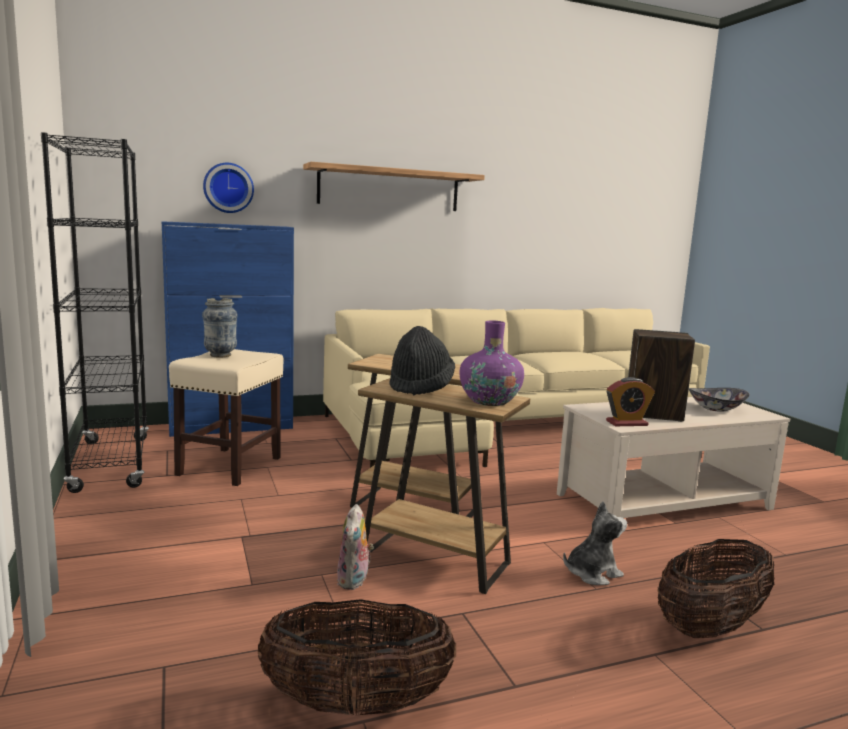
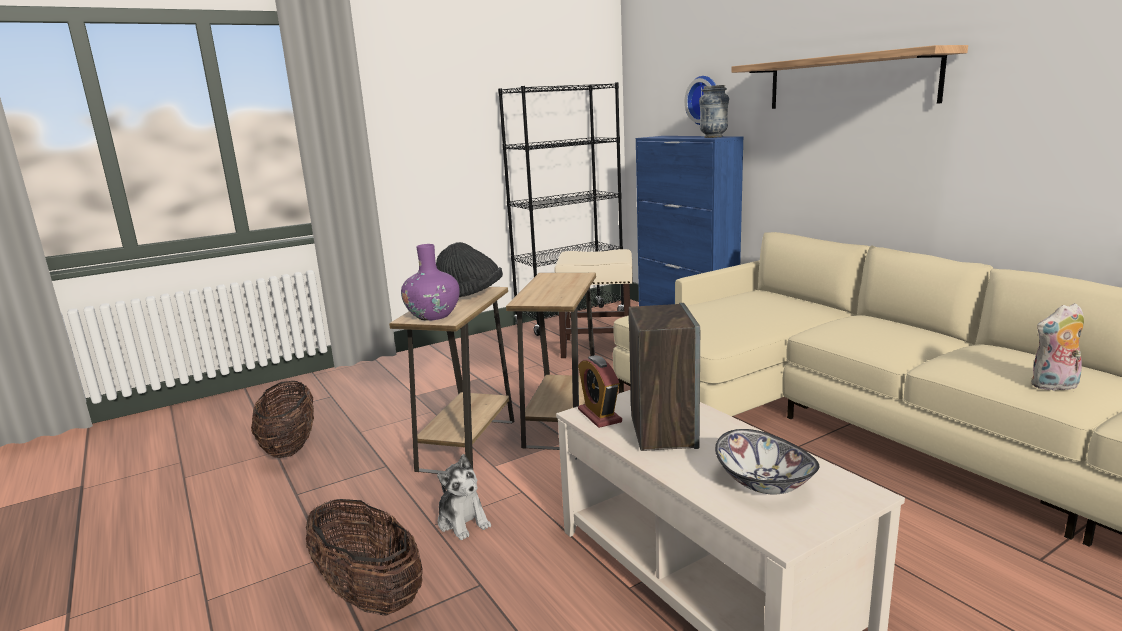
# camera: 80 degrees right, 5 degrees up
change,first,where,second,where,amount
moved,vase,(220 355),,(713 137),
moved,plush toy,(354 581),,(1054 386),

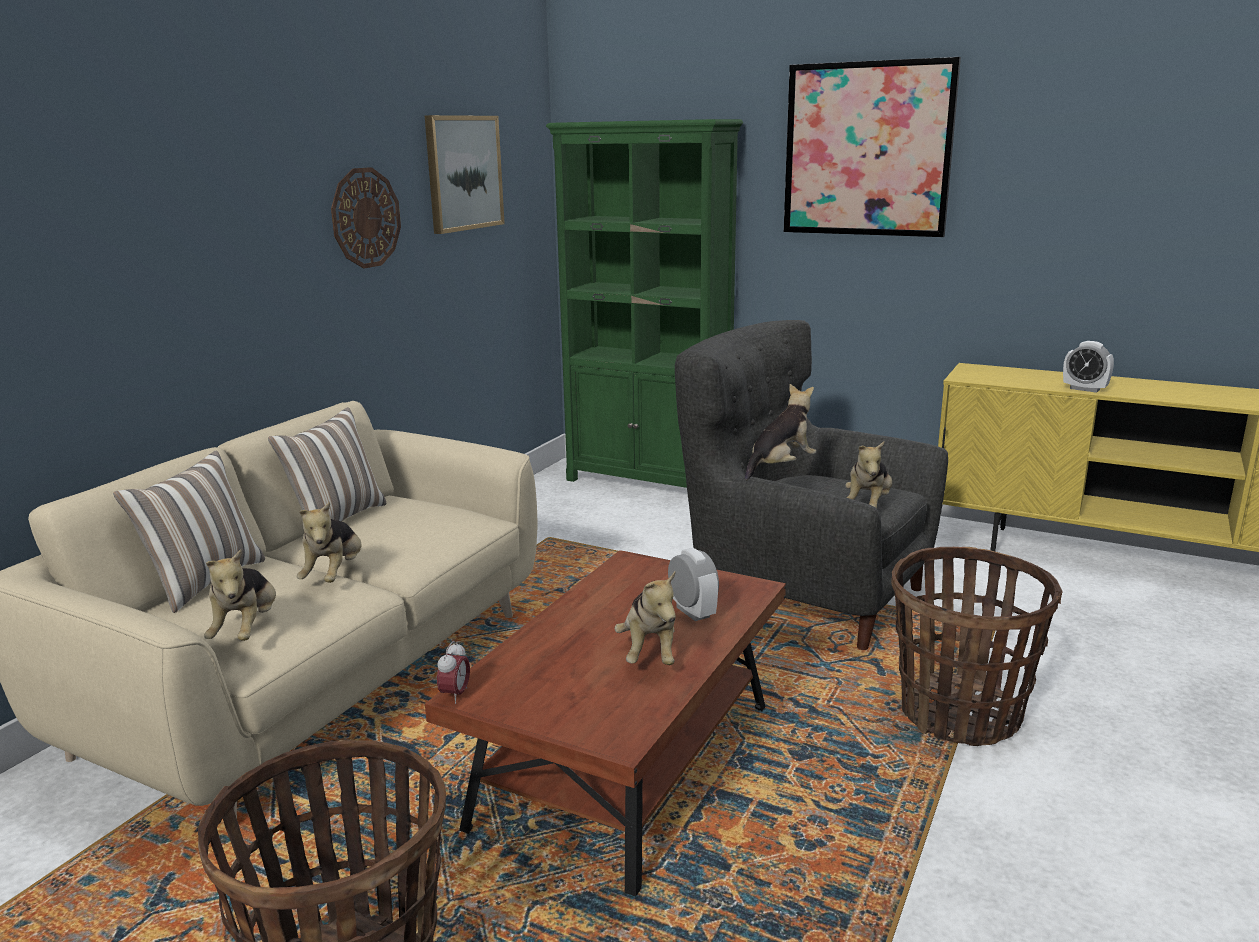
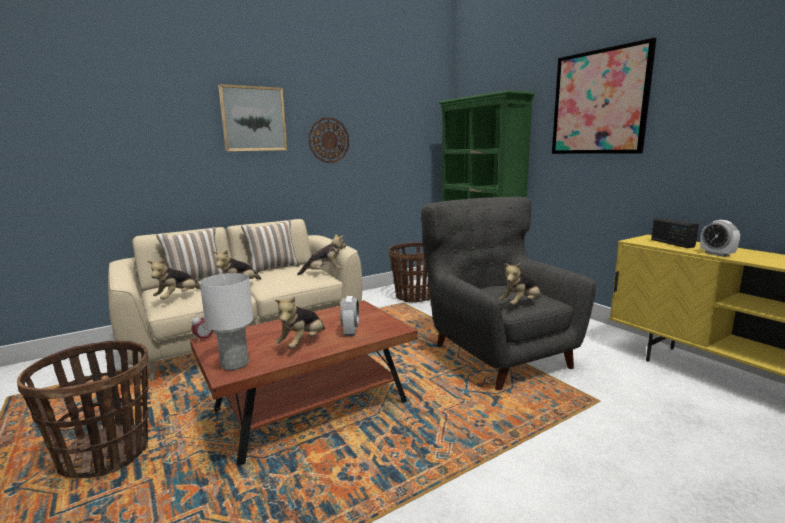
# camera: 30 degrees right, 5 degrees down
change,first,where,second,where,amount
moved,picture,(463 173),,(253 119),
moved,plush toy,(780 467),,(324 273),
moved,basket,(960 715),,(414 296),
added,,,radio,(671 243),
added,,,table lamp (white),(235 363),

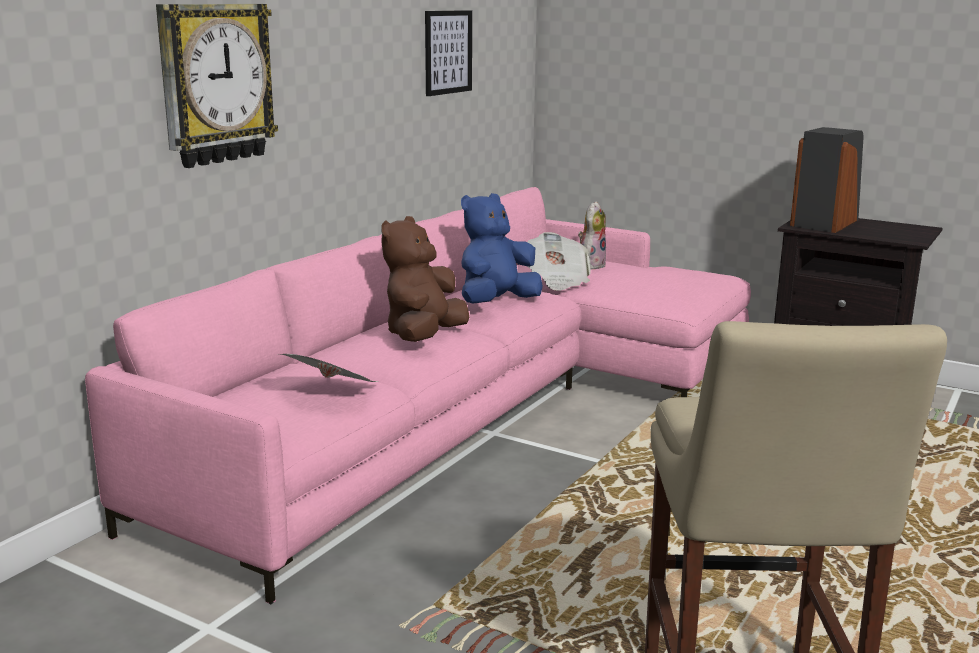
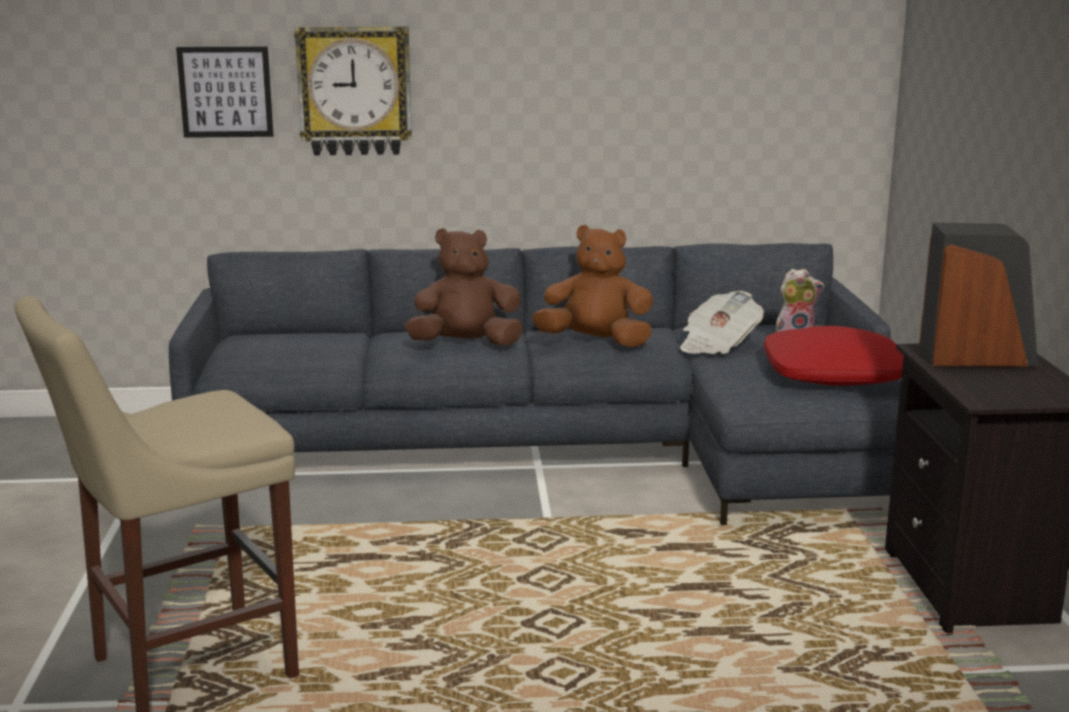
# camera: 55 degrees right, 0 degrees up
change,first,where,second,where,amount
moved,picture,(448 52),,(225 92),
recoloured,sofa (pink),(477 412),sofa (grey),(570 449),
recoloured,plush toy (blue),(496 303),plush toy (brown),(595 342),
removed,newspaper,(332 394),,,
added,,,pillow (red),(833 374),

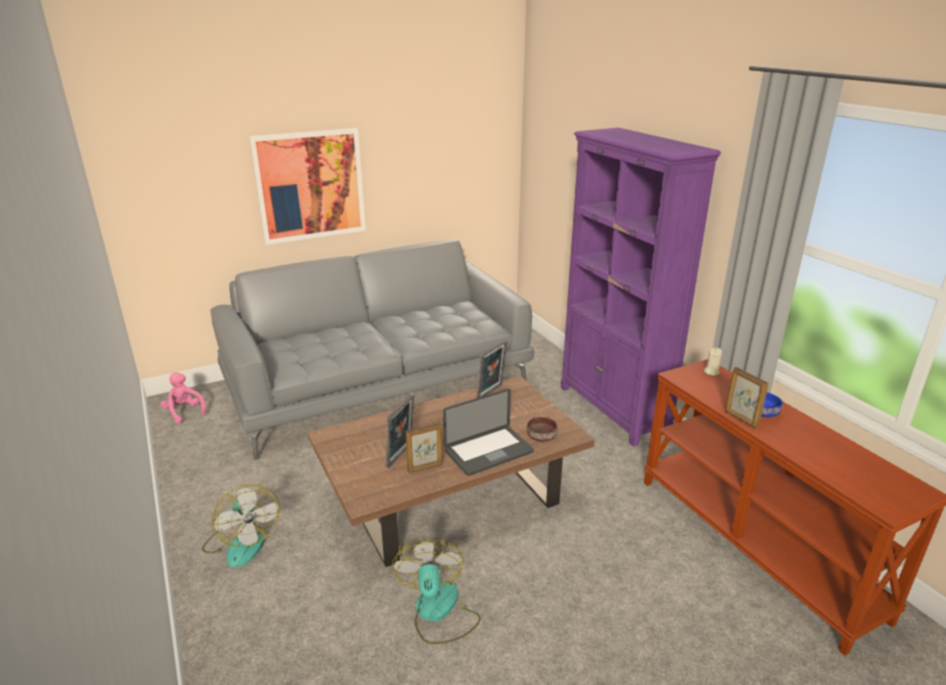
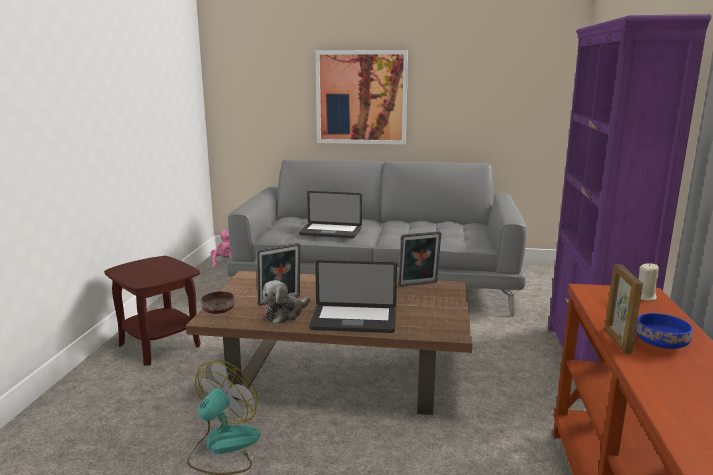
# camera: 35 degrees right, 10 degrees down
change,first,where,second,where,amount
moved,bowl (brown),(541 437),,(218 311),
replaced,picture frame,(425 468),plush toy,(285 314),
replaced,fan,(242 542),side table (brown),(160 345),
added,,,laptop,(330 232),

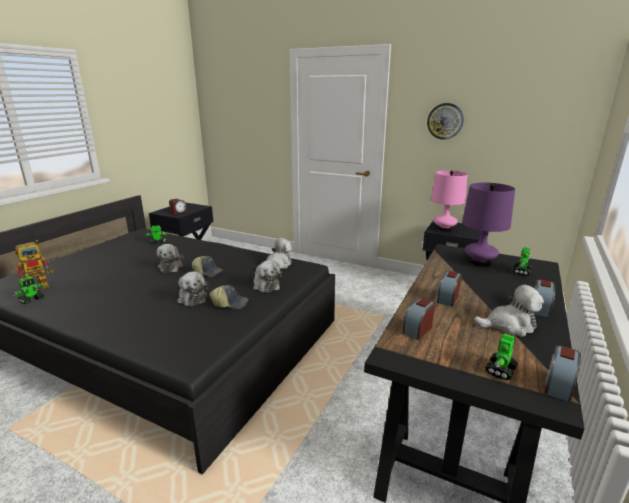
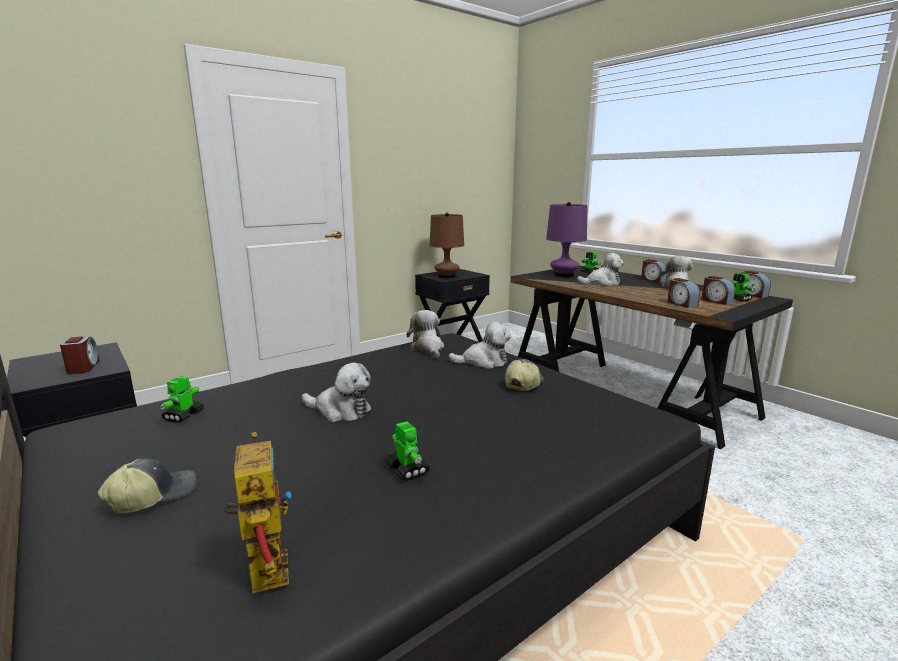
# camera: 65 degrees left, 5 degrees down
change,first,where,second,where,amount
removed,wall clock,(445 121),,,
recoloured,table lamp (pink),(444 229),table lamp (brown),(446 276),
moved,cap,(208 272),,(153 495),
moved,plush toy,(192 297),,(602 283),
moved,alarm clock,(447 298),,(716 301),
moved,toy robot,(32 300),,(407 470),

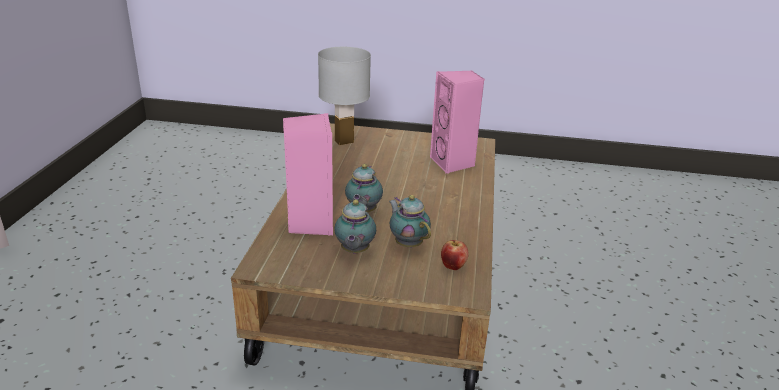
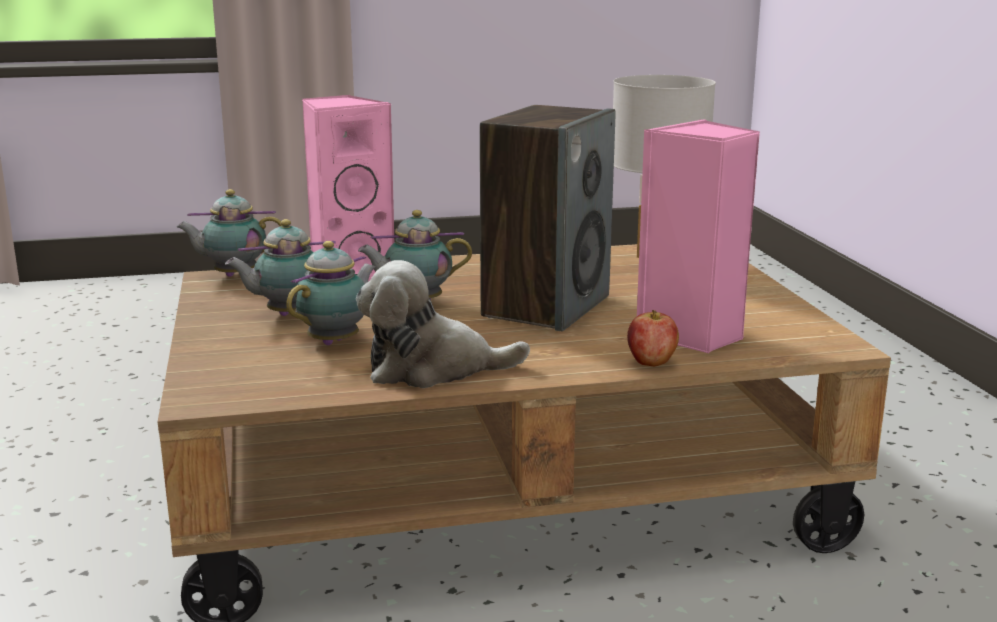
# camera: 70 degrees right, 10 degrees down
change,first,where,second,where,amount
moved,apple,(453 266),,(651 363),
added,,,speaker,(546 306),
added,,,teapot,(233 276),
added,,,plush toy,(432 369),

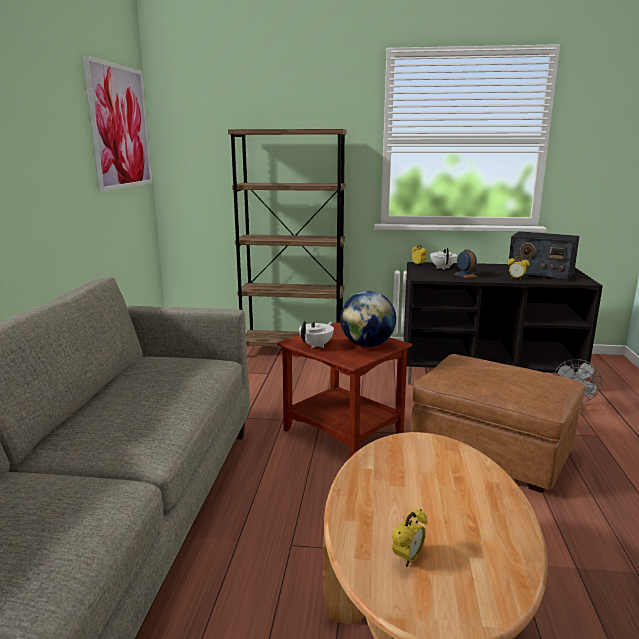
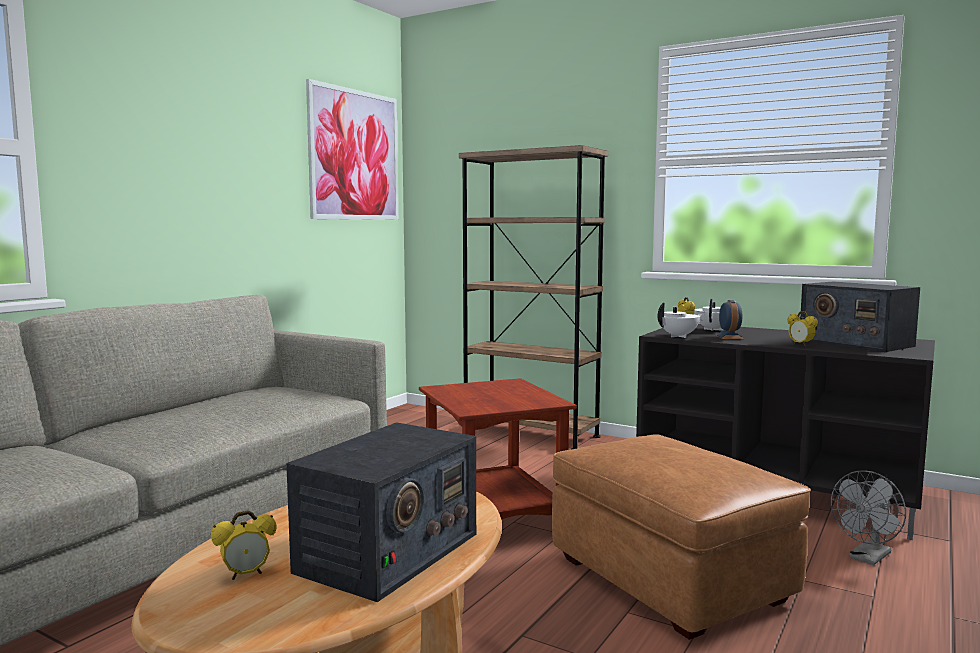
# camera: 25 degrees right, 10 degrees down
change,first,where,second,where,amount
removed,globe,(367 345),,,
moved,teapot (white),(317 345),,(679 336),
added,,,radio,(388 553),

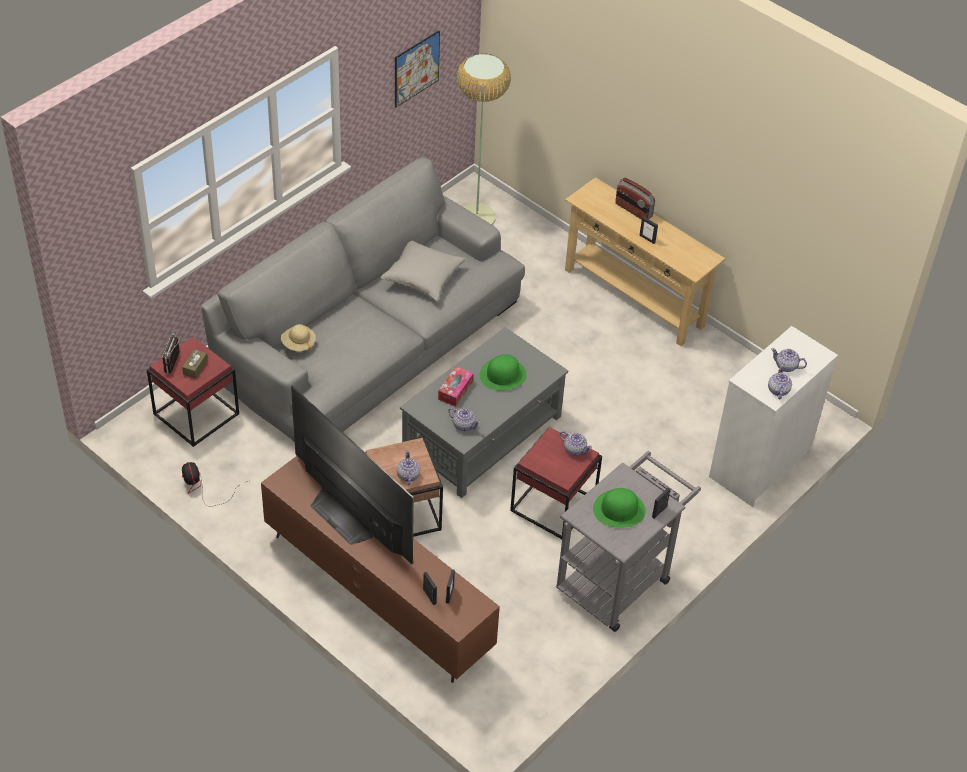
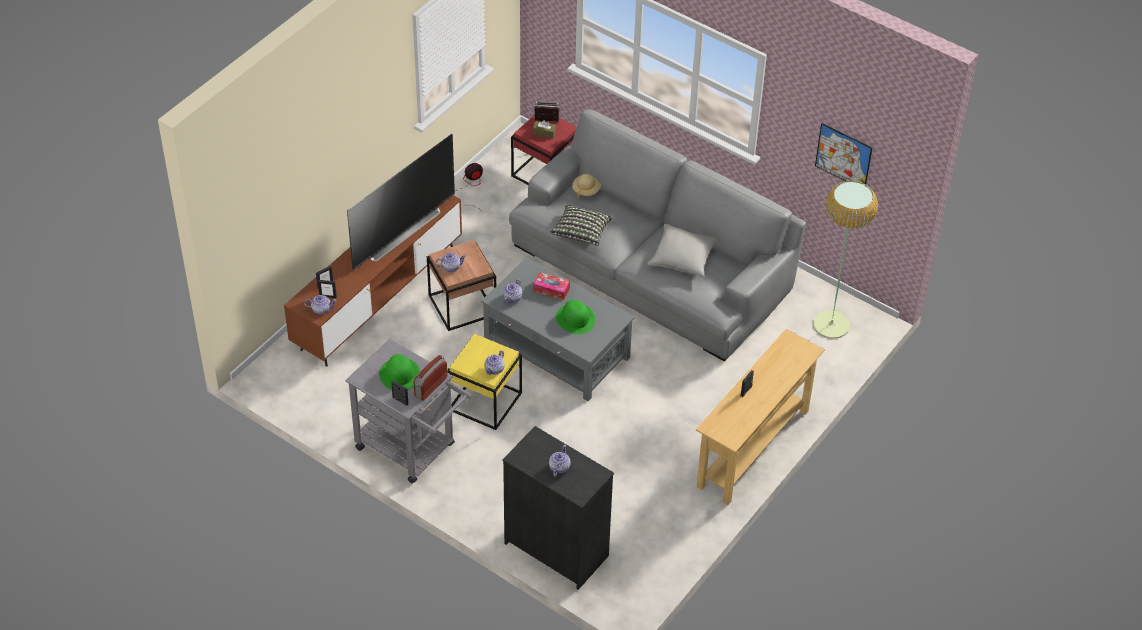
# camera: 85 degrees right, 0 degrees up
change,first,where,second,where,amount
moved,radio,(633 210),,(430 386),
recoloured,dresser (white),(759 464),dresser (black),(557 549),
moved,teapot,(778 390),,(321 309),
recoloured,side table (red),(554 505),side table (yellow),(485 402),
added,,,pillow,(581 233),

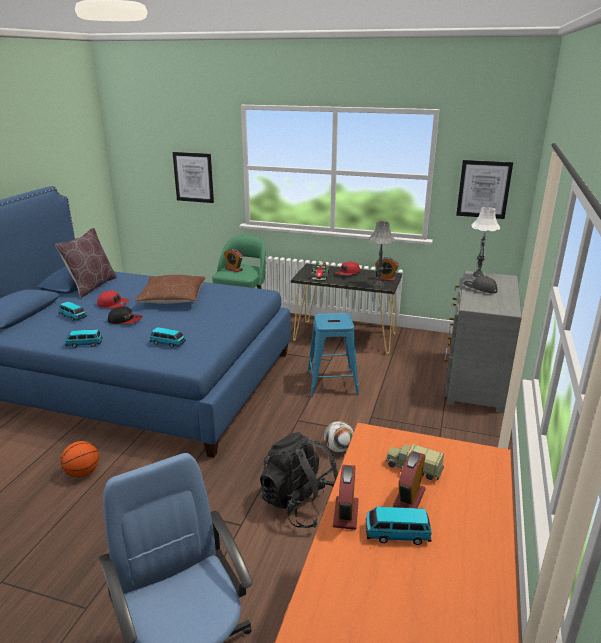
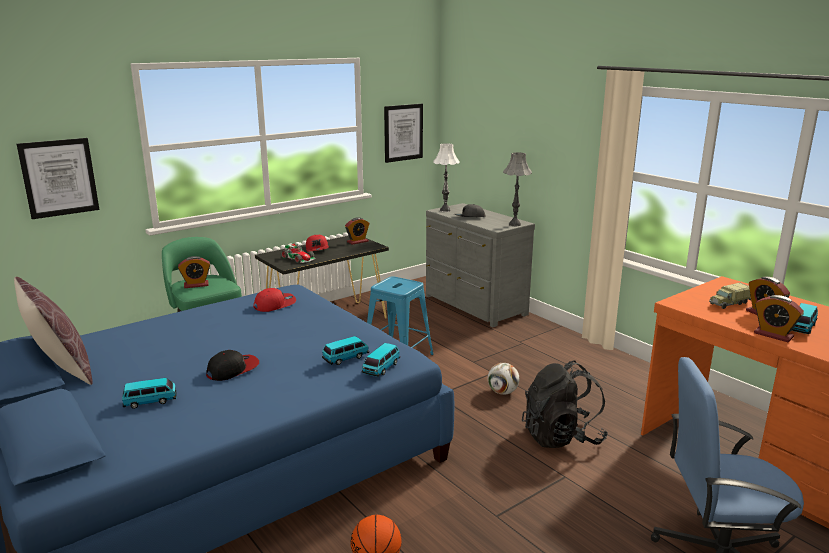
# camera: 55 degrees left, 5 degrees down
change,first,where,second,where,amount
moved,table lamp (grey),(378 286),,(515 224),
removed,pillow (brown),(173 299),,,
moved,cap (red),(113 304),,(275 304),
moved,toy car,(84 344),,(381 368),

